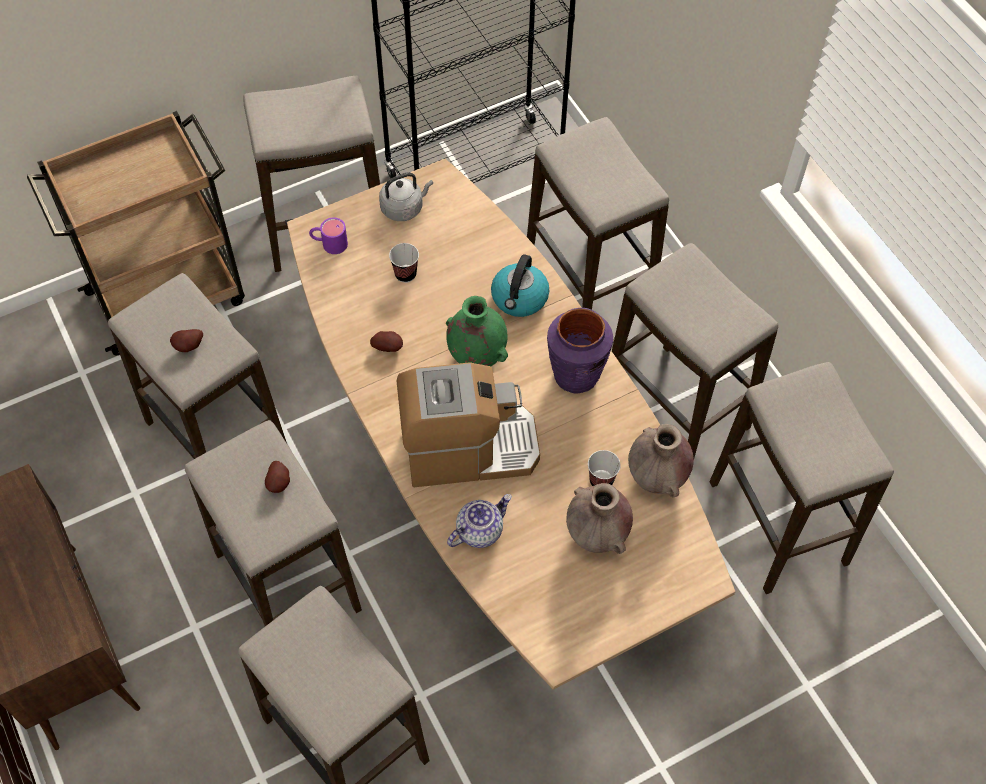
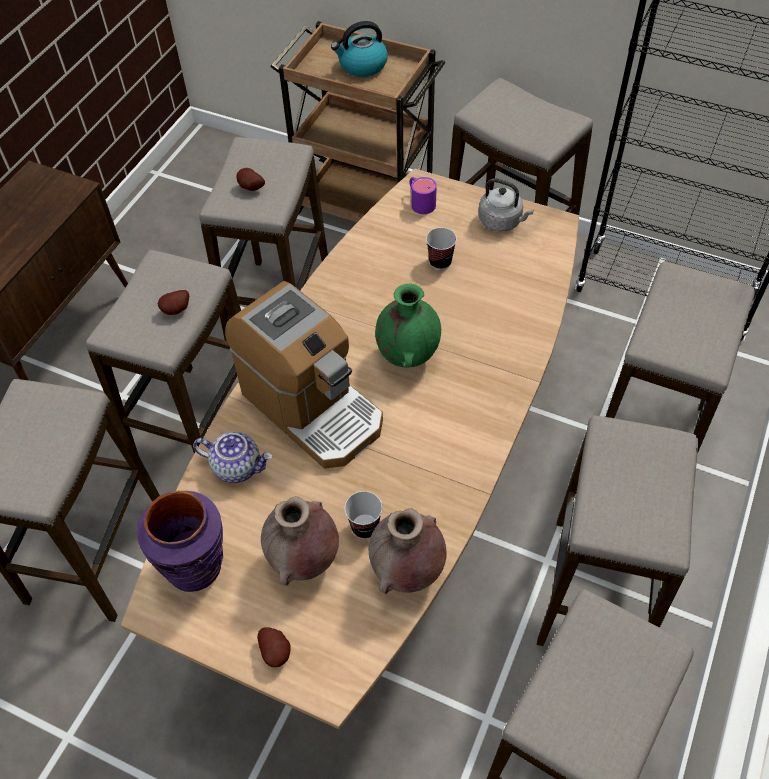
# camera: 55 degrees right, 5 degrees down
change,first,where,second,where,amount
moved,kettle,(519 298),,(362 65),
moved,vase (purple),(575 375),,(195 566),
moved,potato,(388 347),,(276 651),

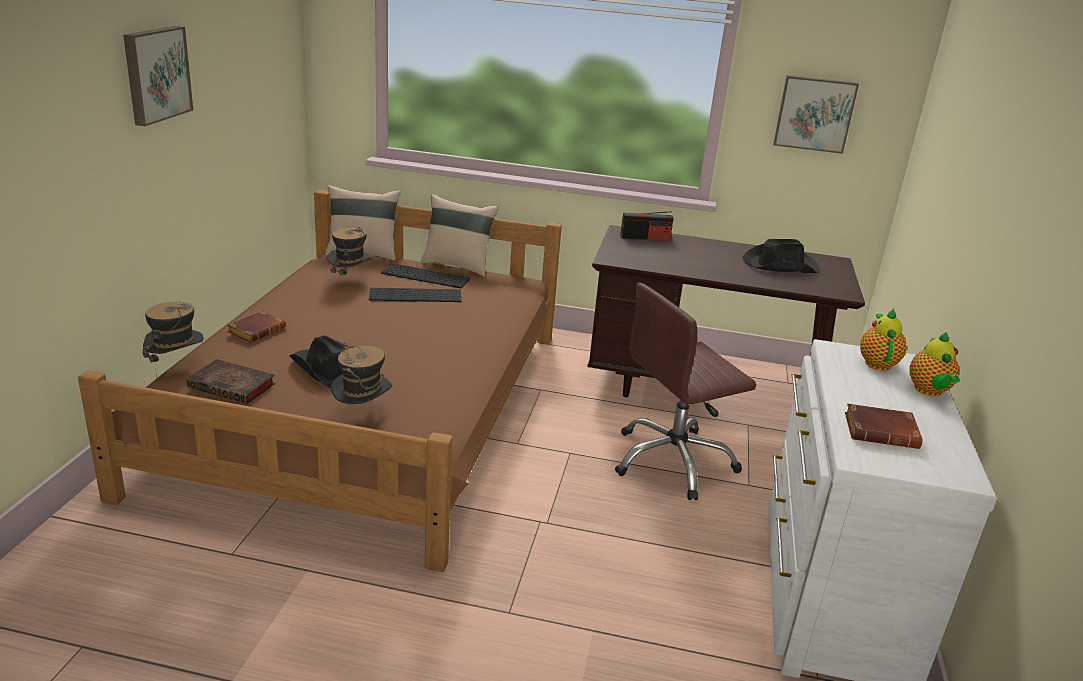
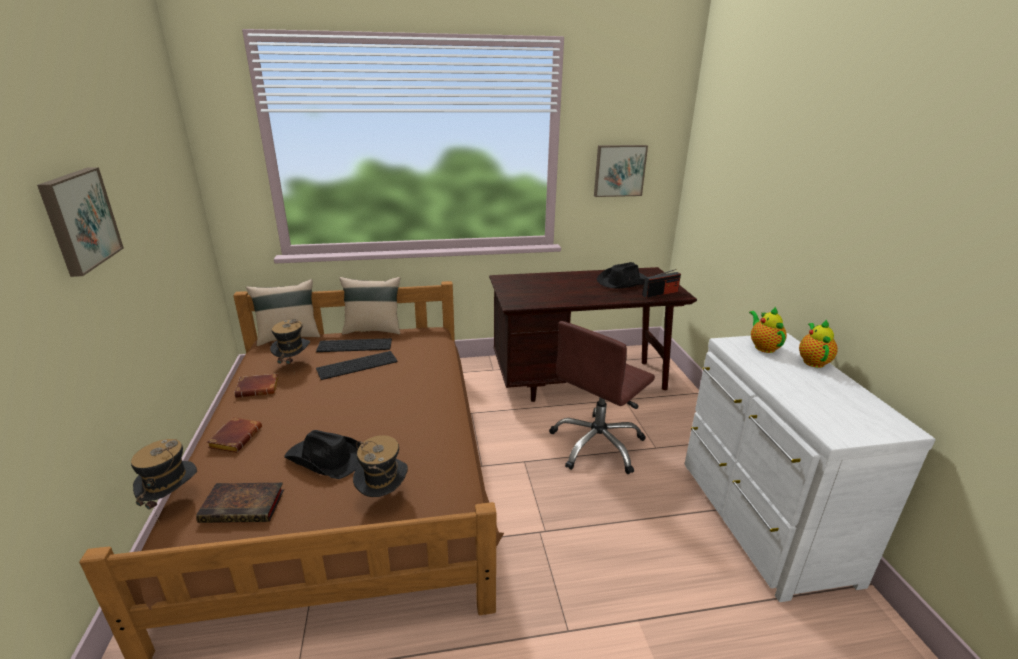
# camera: 20 degrees left, 0 degrees up
change,first,where,second,where,amount
moved,radio,(645 238),,(660 293),
turned,teapot,(929 391),,(813 361),150 degrees counterclockwise
moved,book (brown),(882 432),,(259 388),

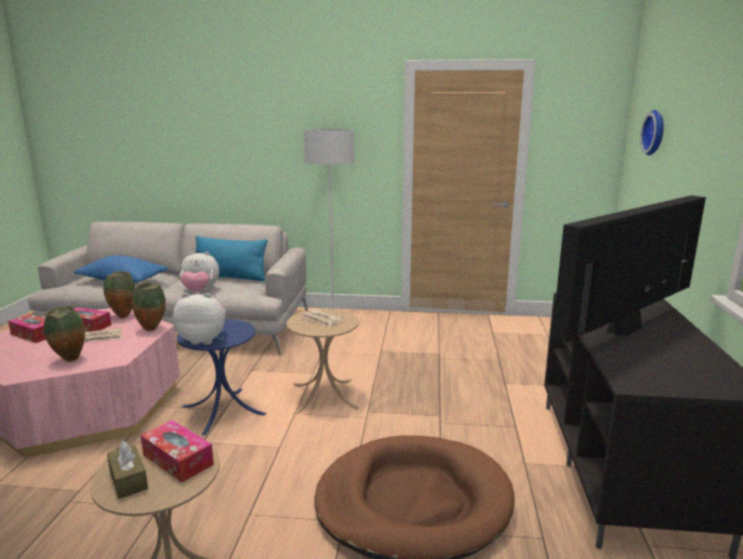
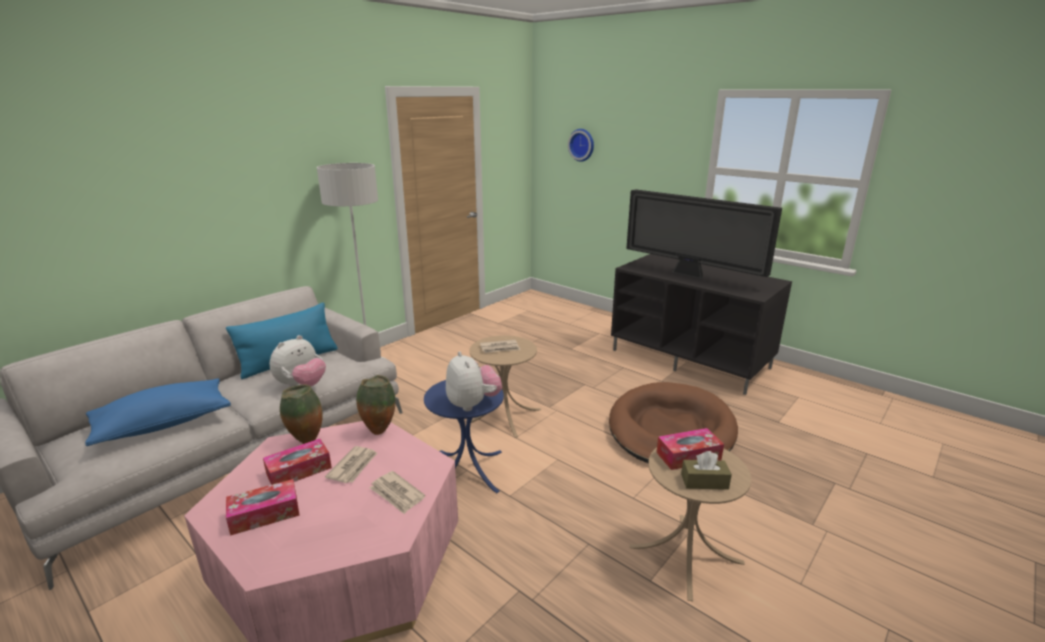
# camera: 55 degrees left, 5 degrees up
change,first,where,second,where,amount
turned,television,(623 330),,(690 275),45 degrees counterclockwise
turned,plush toy,(203 340),,(473 404),120 degrees clockwise
replaced,vase,(70 360),newspaper,(397 494),

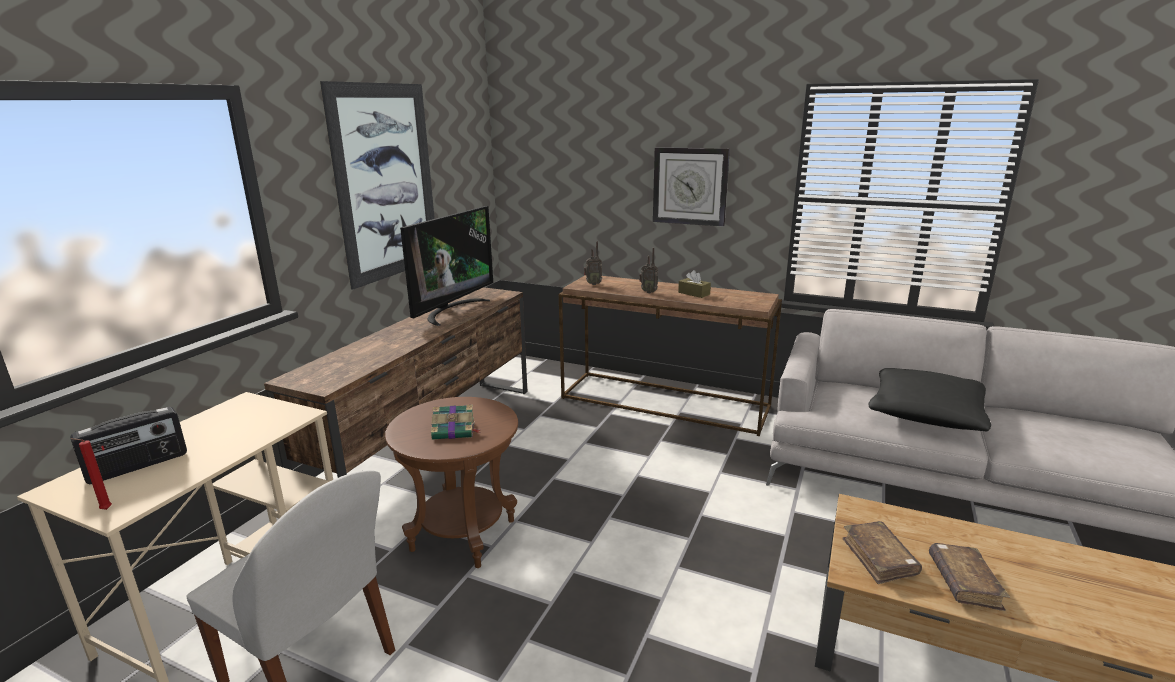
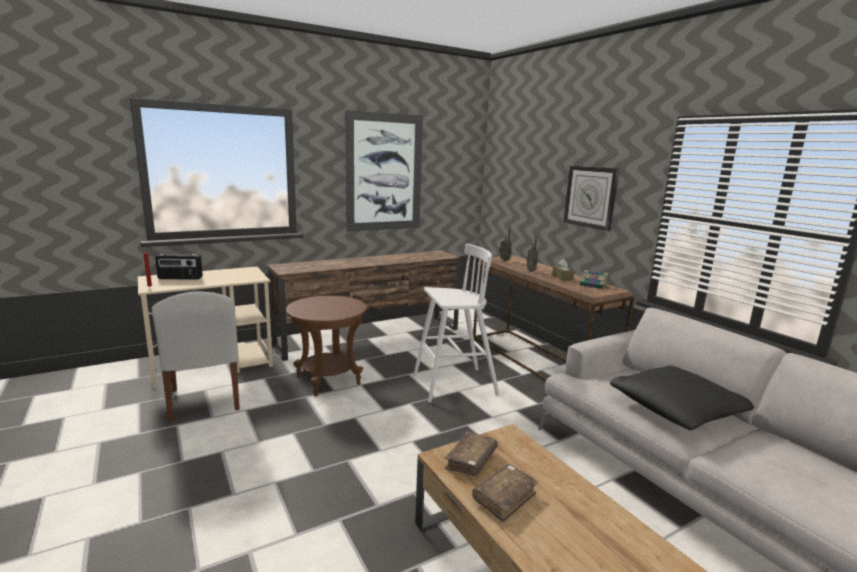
# camera: 35 degrees right, 5 degrees down
change,first,where,second,where,amount
removed,television,(451 310),,,
moved,book,(454 431),,(593 285),
added,,,stool (white),(453 385),

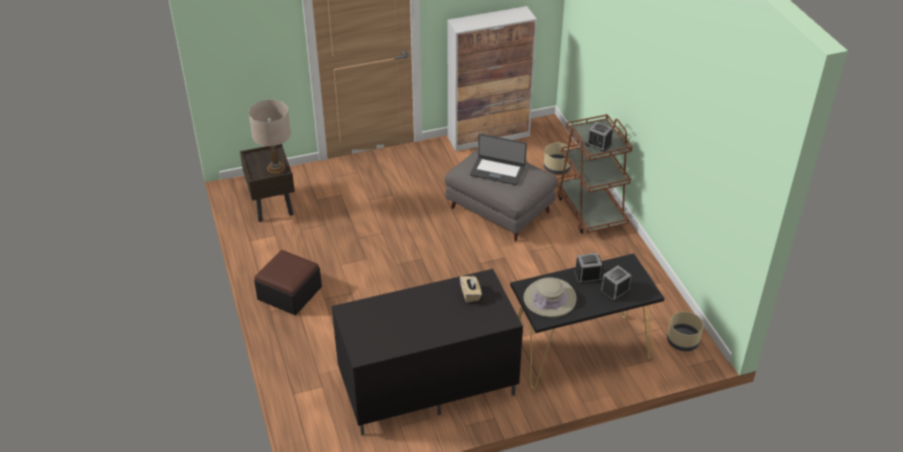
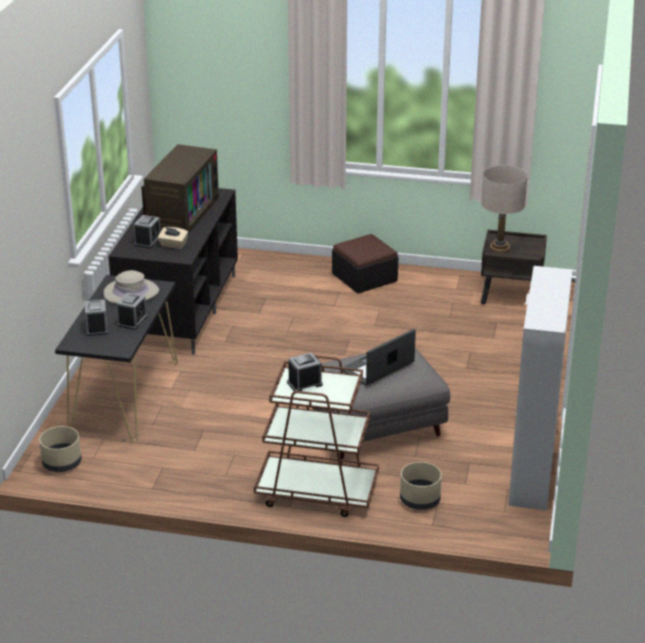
# camera: 120 degrees right, 10 degrees down
change,first,where,second,where,amount
added,,,television,(181 212),
added,,,alarm clock,(148 241),

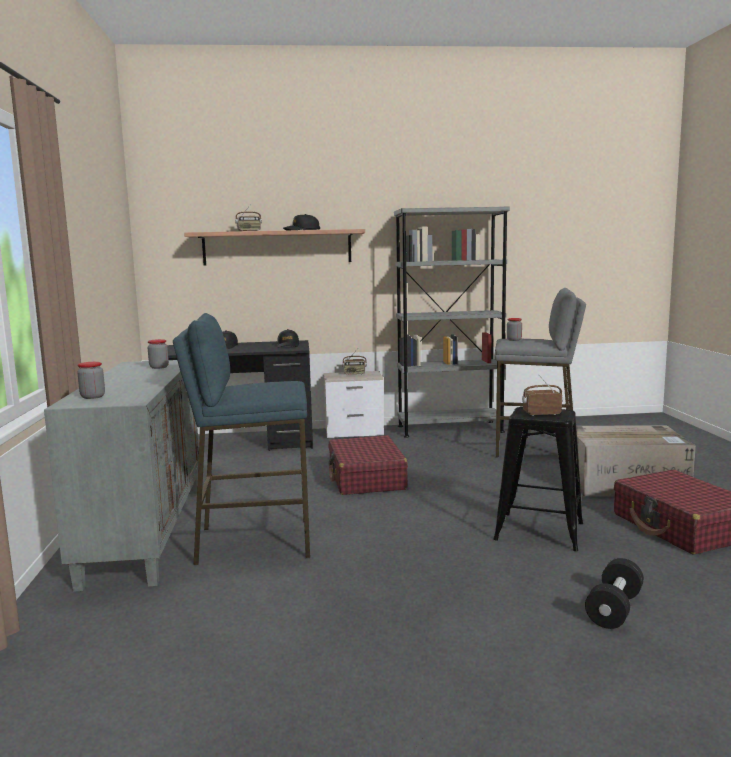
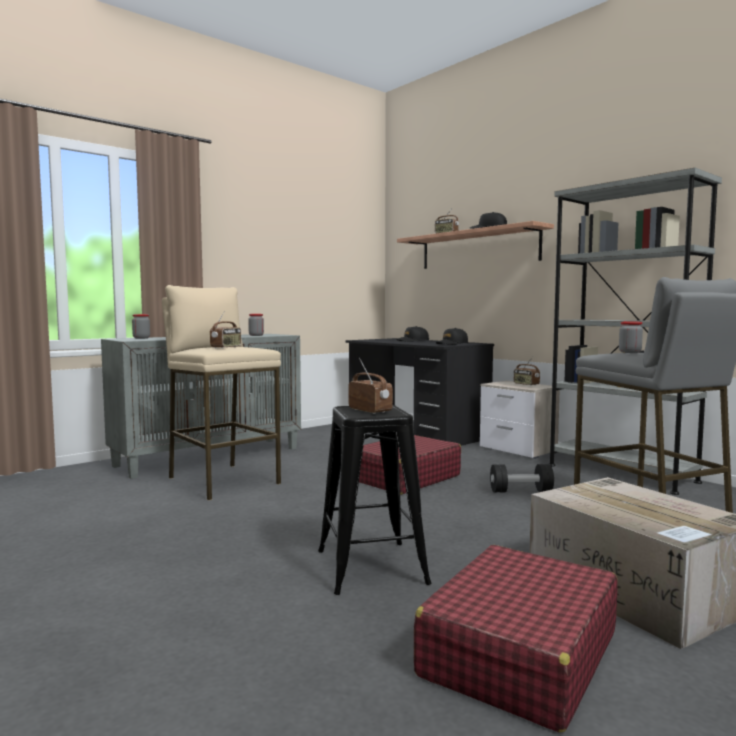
# camera: 55 degrees right, 5 degrees down
change,first,where,second,where,amount
recoloured,stool (blue),(253 541),stool (beige),(223 480),
moved,dumbbell (black),(614 609),,(521 491),
added,,,radio,(226 347),

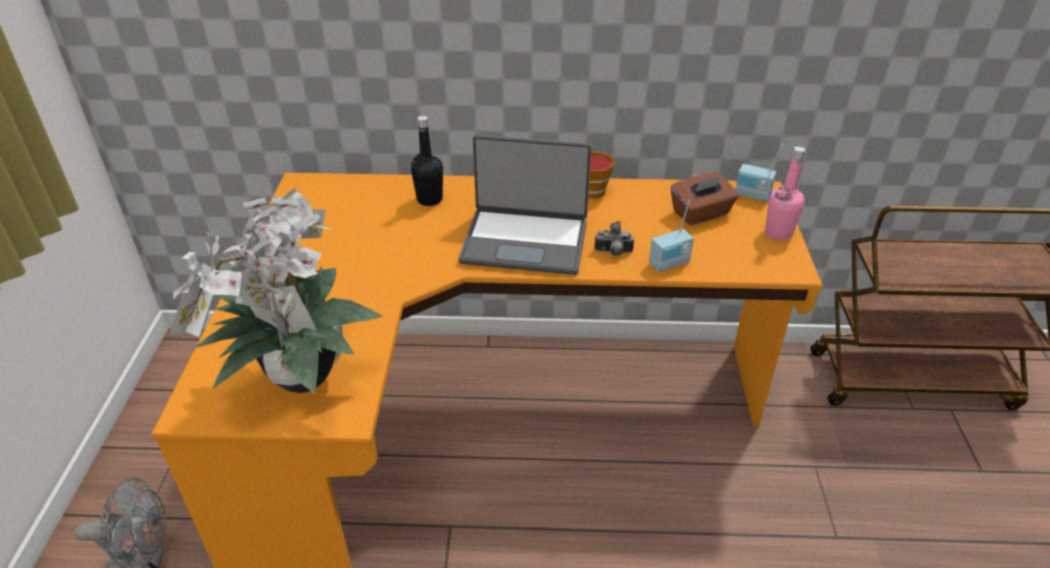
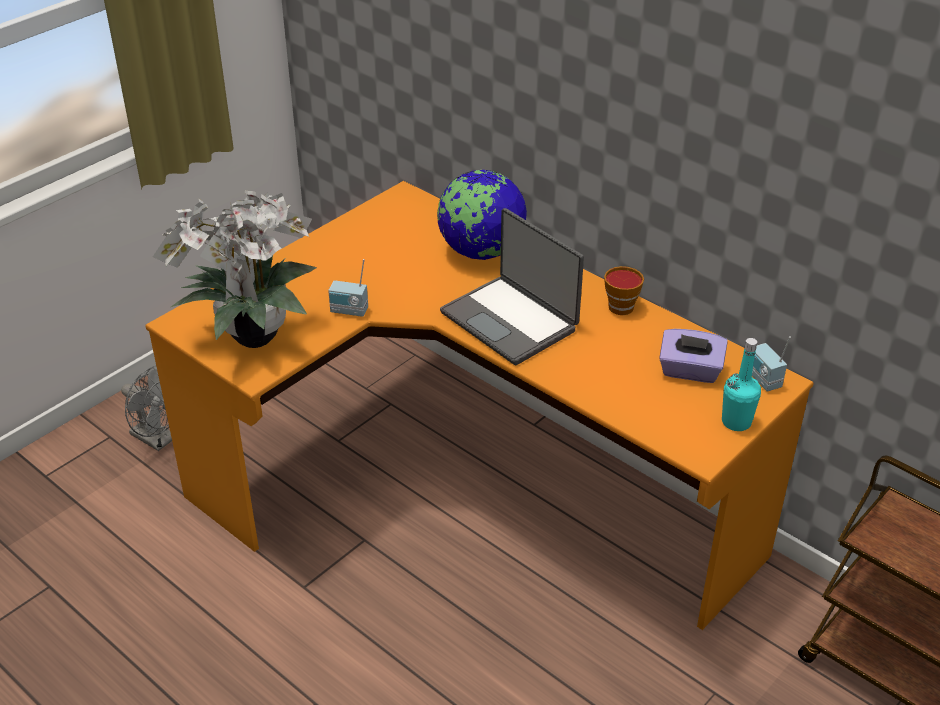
# camera: 40 degrees right, 0 degrees up
change,first,where,second,where,amount
replaced,bottle (black),(429 199),globe,(481 252),
recoloured,bottle (pink),(778 233),bottle (turquoise),(736 422),
recoloured,tissue box (brown),(701 213),tissue box (purple),(690 371),
moved,radio,(670 264),,(349 311),
removed,photo camera,(613 253),,,

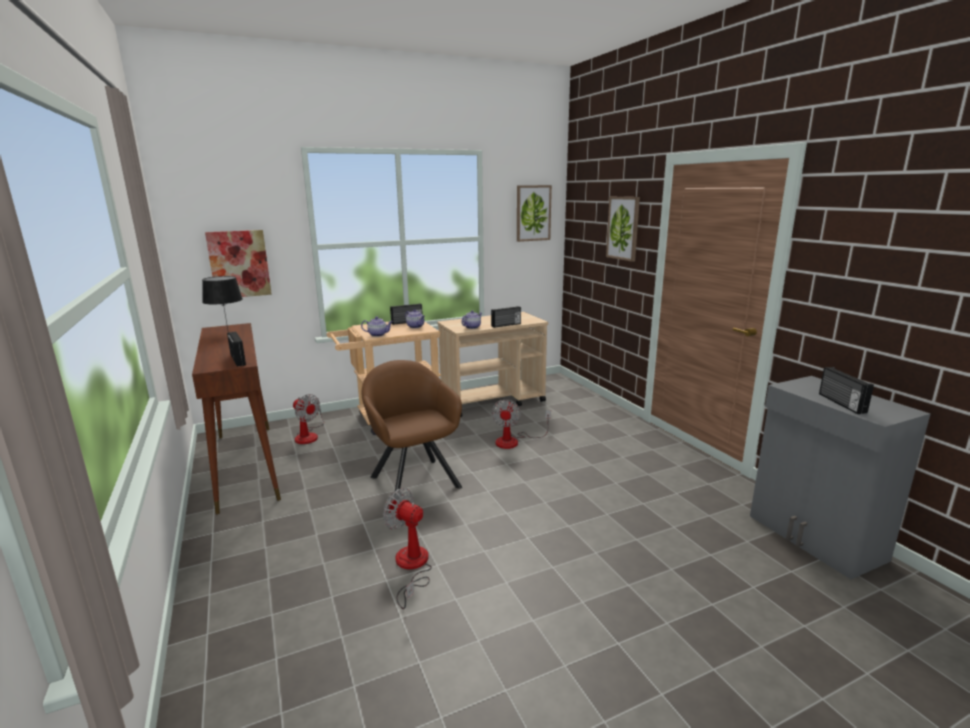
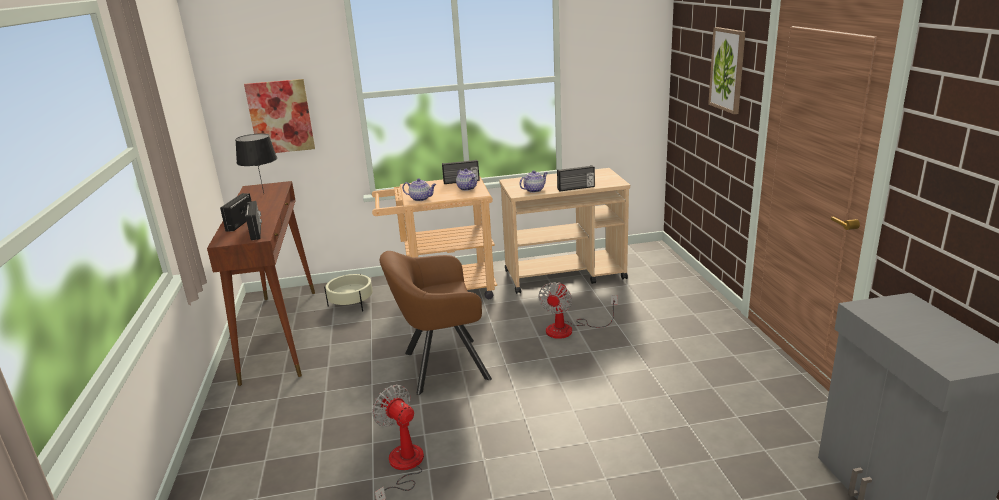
# camera: 15 degrees right, 5 degrees up
change,first,where,second,where,amount
removed,picture,(533 213),,,
turned,armchair (brown),(413 479),,(440 366),90 degrees counterclockwise
moved,radio,(840 403),,(239 223),
replaced,fan,(309 435),planter (beige),(351 303),

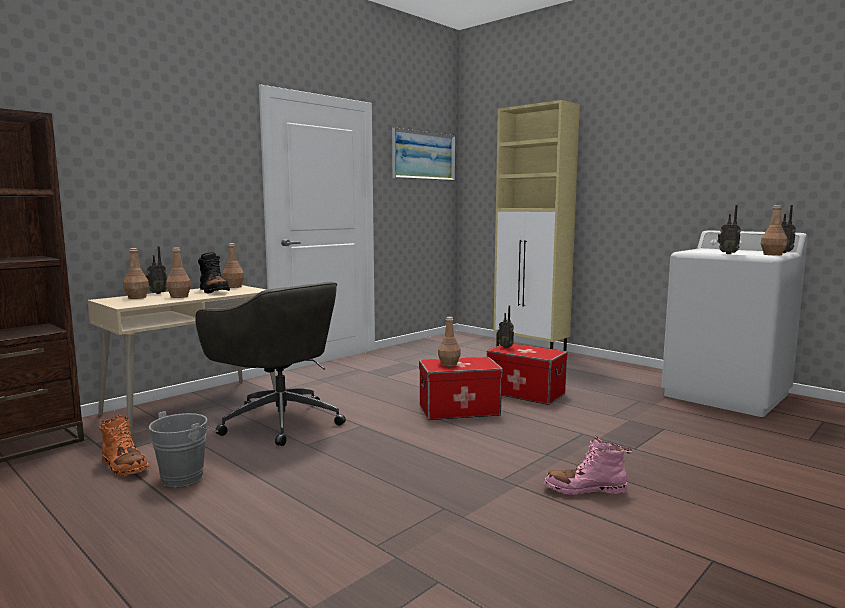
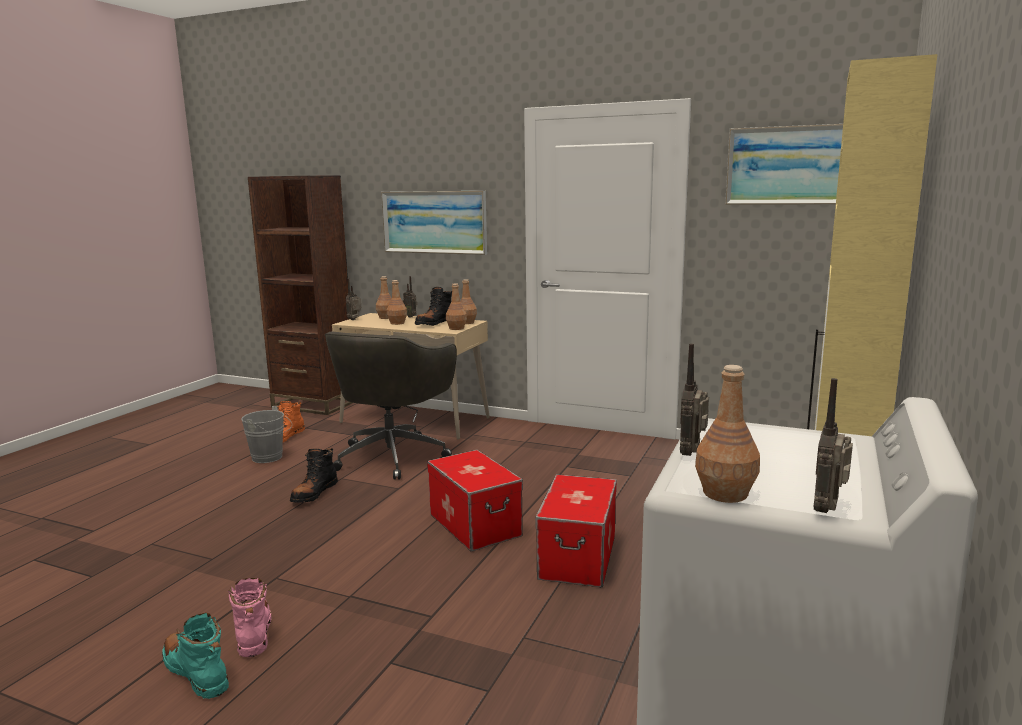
# camera: 70 degrees right, 5 degrees up
change,first,where,second,where,amount
moved,radio,(506 347),,(355 319),
moved,bottle (brown),(448 364),,(456 328),
added,,,picture,(434 222),
added,,,boot (black),(314 493),
added,,,boot (turquoise),(197 672),

